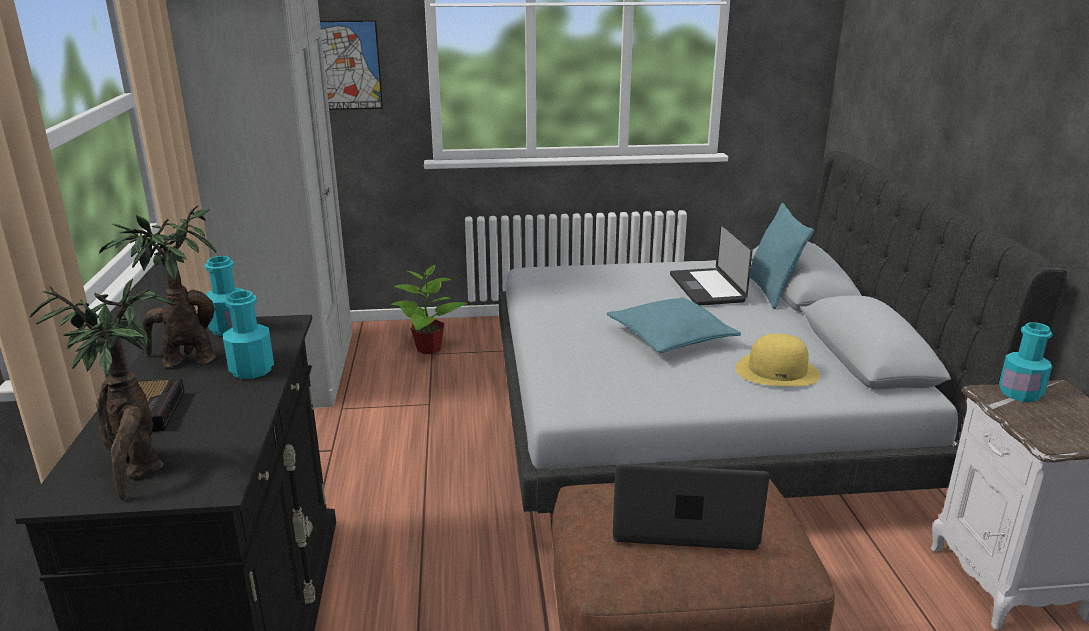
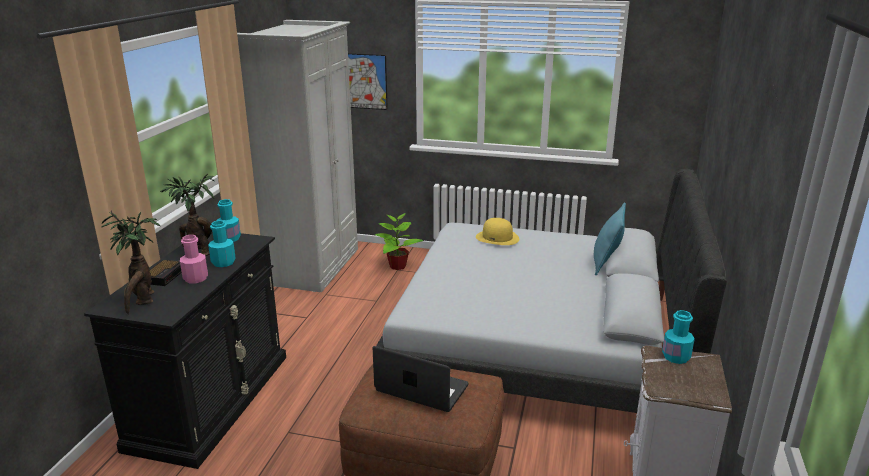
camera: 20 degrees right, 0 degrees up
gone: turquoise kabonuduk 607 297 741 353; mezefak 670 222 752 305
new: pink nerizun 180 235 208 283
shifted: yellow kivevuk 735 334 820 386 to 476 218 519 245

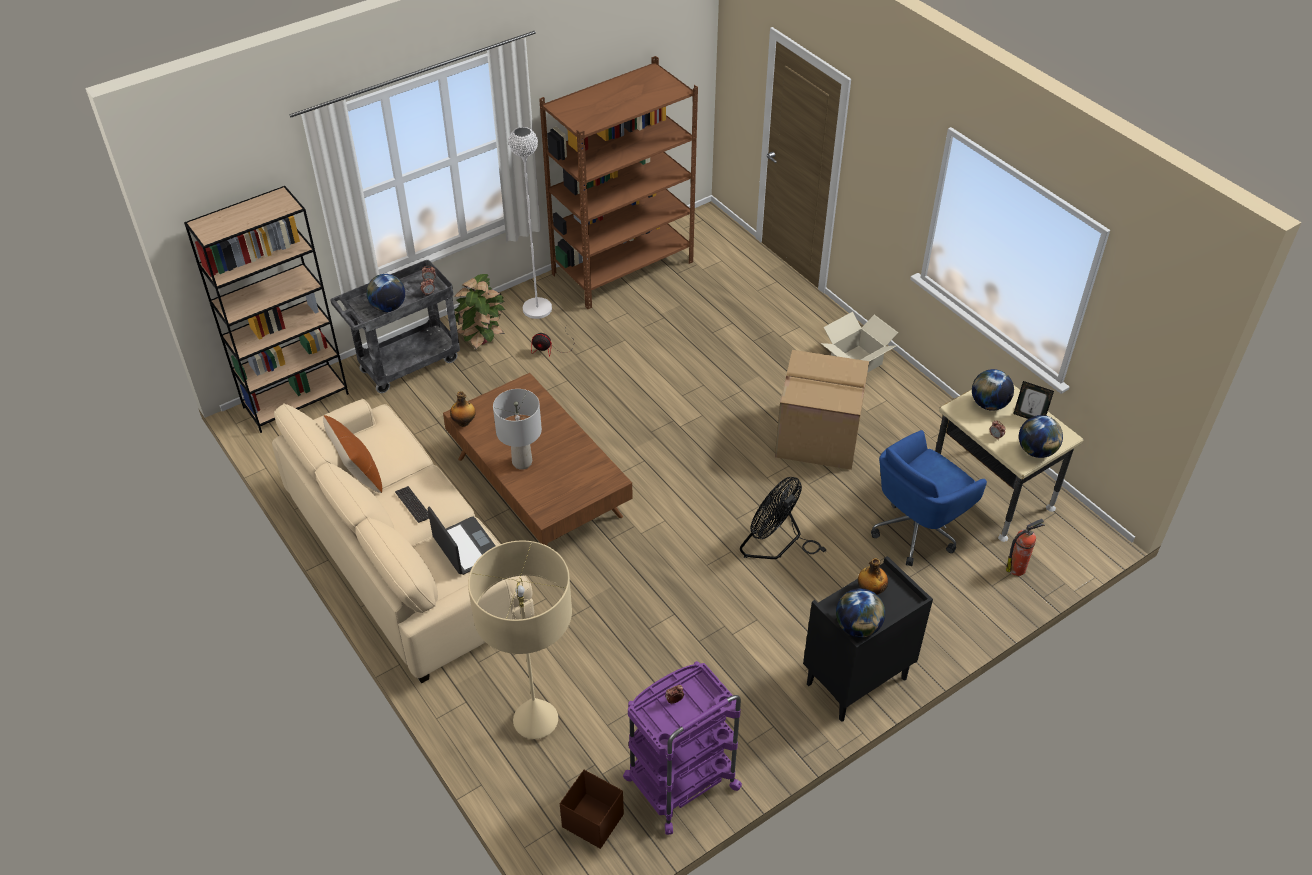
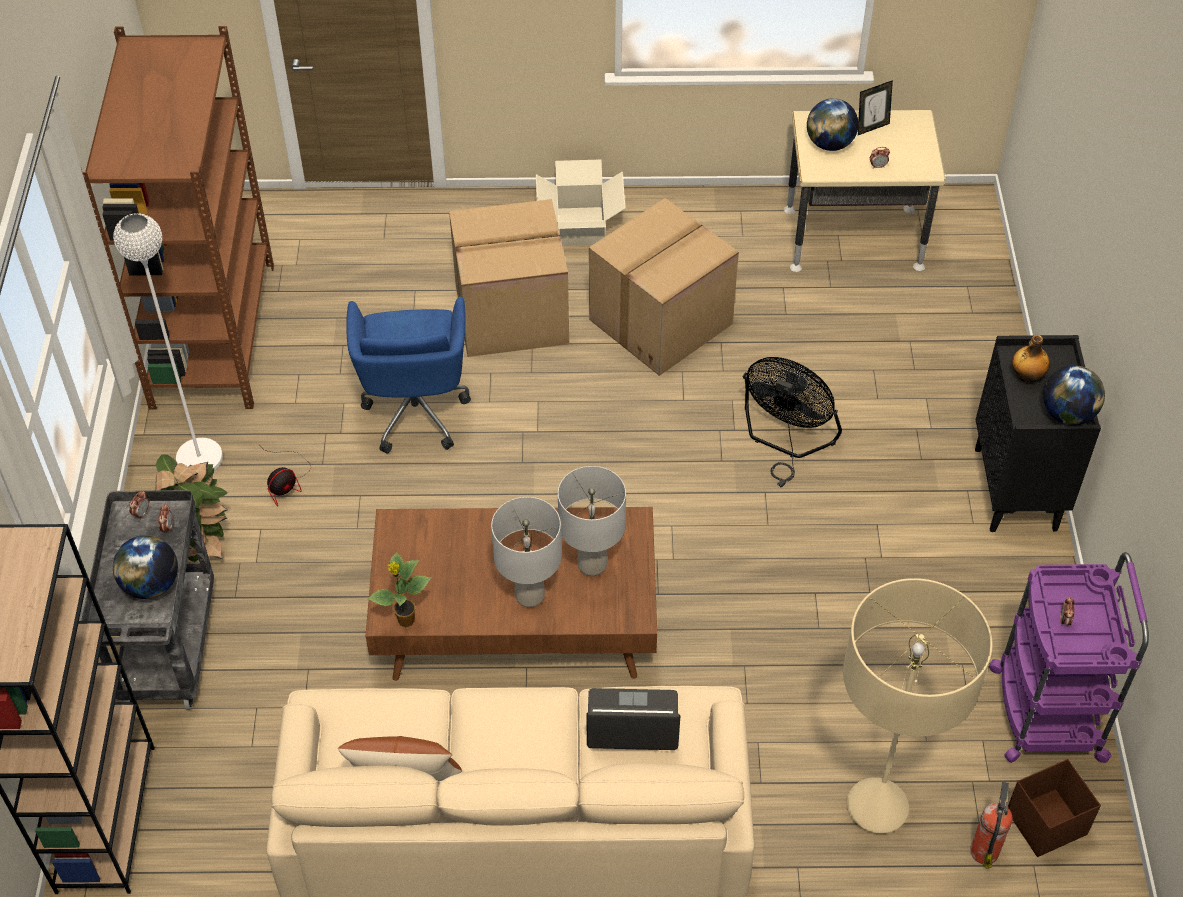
camera: 55 degrees left, 5 degrees up
gone: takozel 395 486 429 523; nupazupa 1019 415 1063 458
new: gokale 449 199 569 357; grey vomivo 558 466 626 576
shifted: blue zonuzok 871 430 987 566 to 346 296 471 453; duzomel 1006 519 1045 576 to 970 782 1013 869
swapped: nerizun 450 391 476 427 to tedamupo 367 552 431 627
rotated: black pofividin 740 477 826 559 = 743 357 842 488 135 degrees clockwise

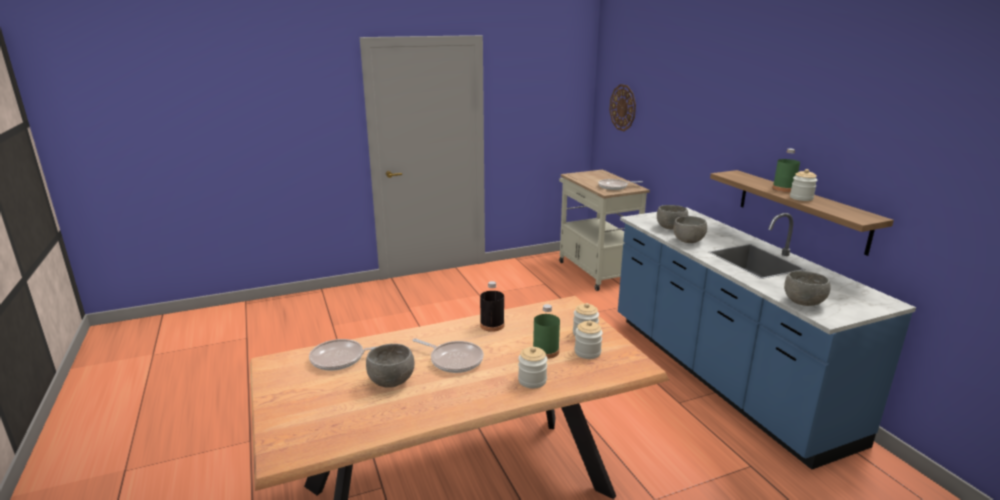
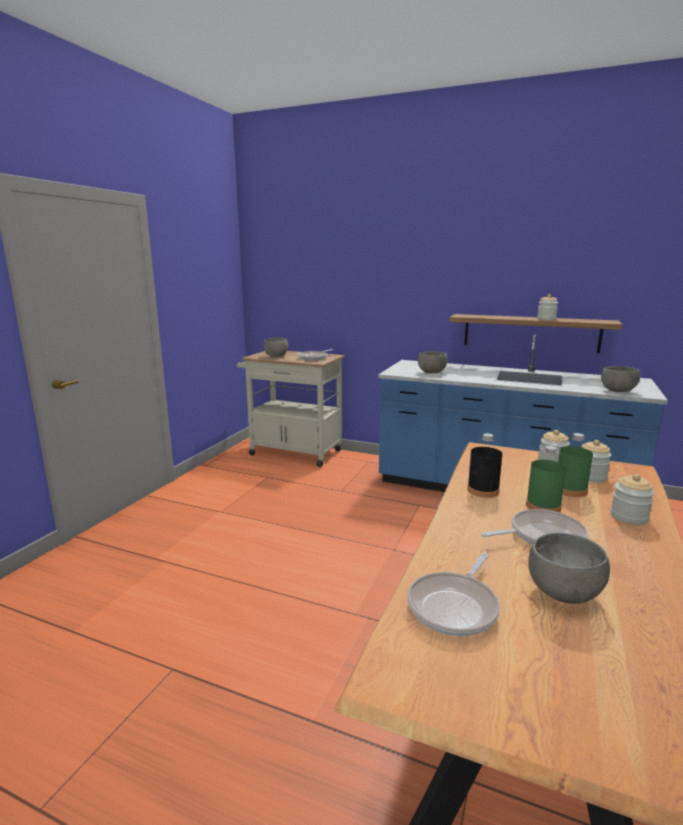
camera: 45 degrees left, 5 degrees down
gone: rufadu 609 84 636 131
shifted: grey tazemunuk 673 216 707 243 to 264 338 288 357; green nerizun 773 149 800 192 to 526 446 566 512

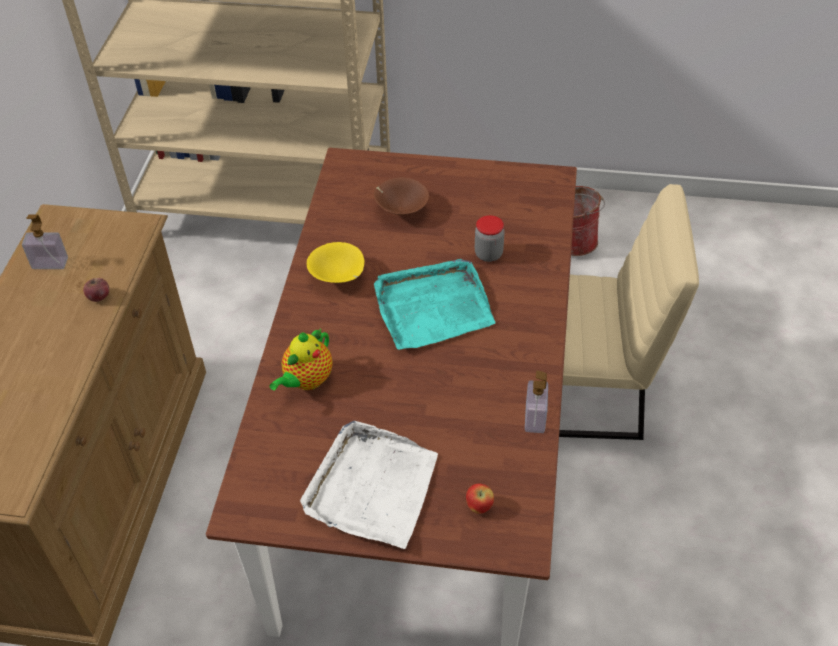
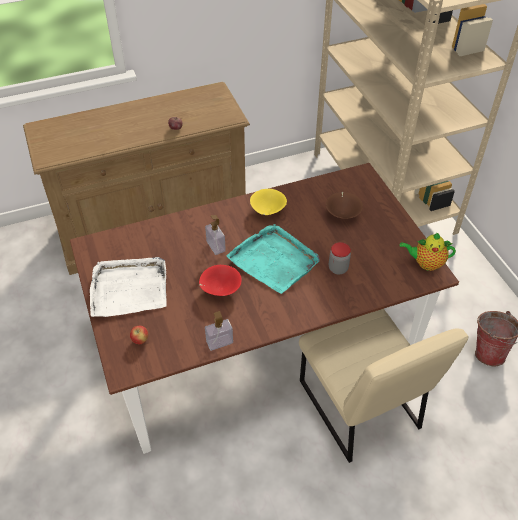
camera: 60 degrees right, 0 degrees up
new: red tazemunuk 199 265 242 296
shifted: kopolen 22 215 68 269 to 205 215 226 255; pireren 269 329 333 391 to 400 232 456 271

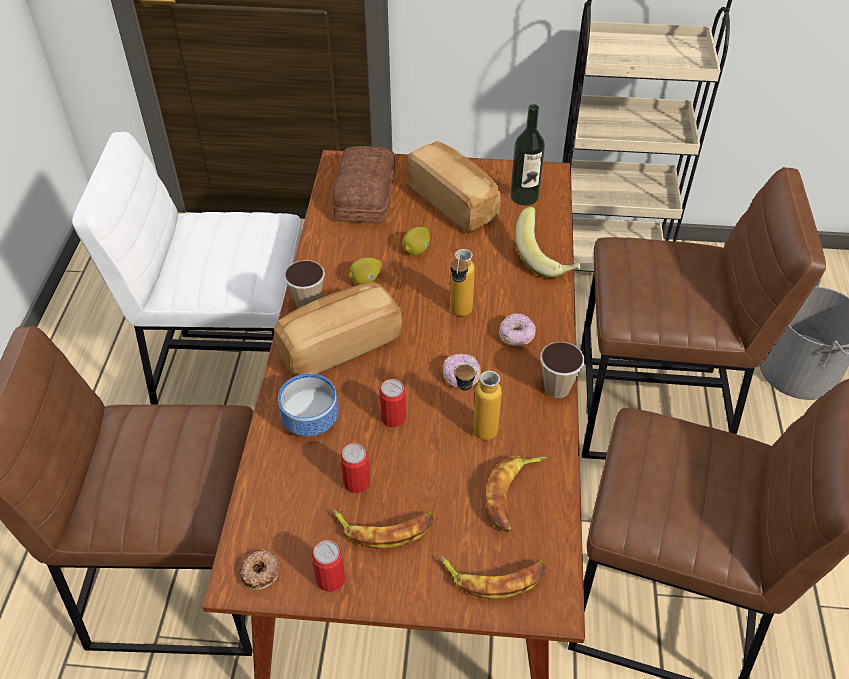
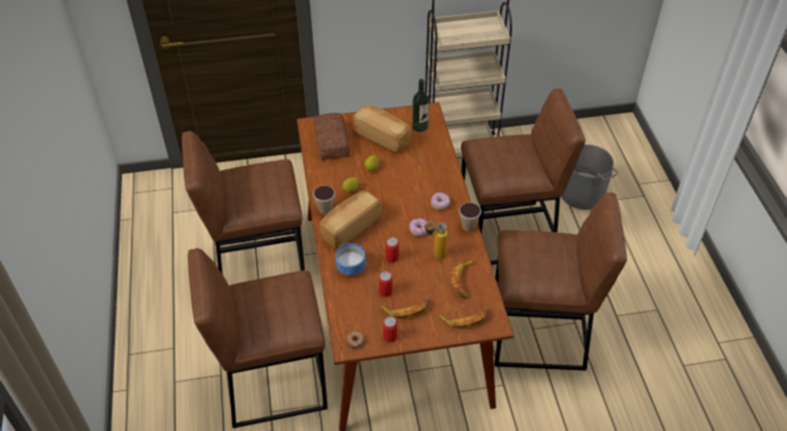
camera: 15 degrees left, 0 degrees up
gone: nerizun 450 249 475 316; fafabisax 515 206 580 278
repainted: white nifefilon 72 132 302 404 to brown nifefilon 182 131 305 273

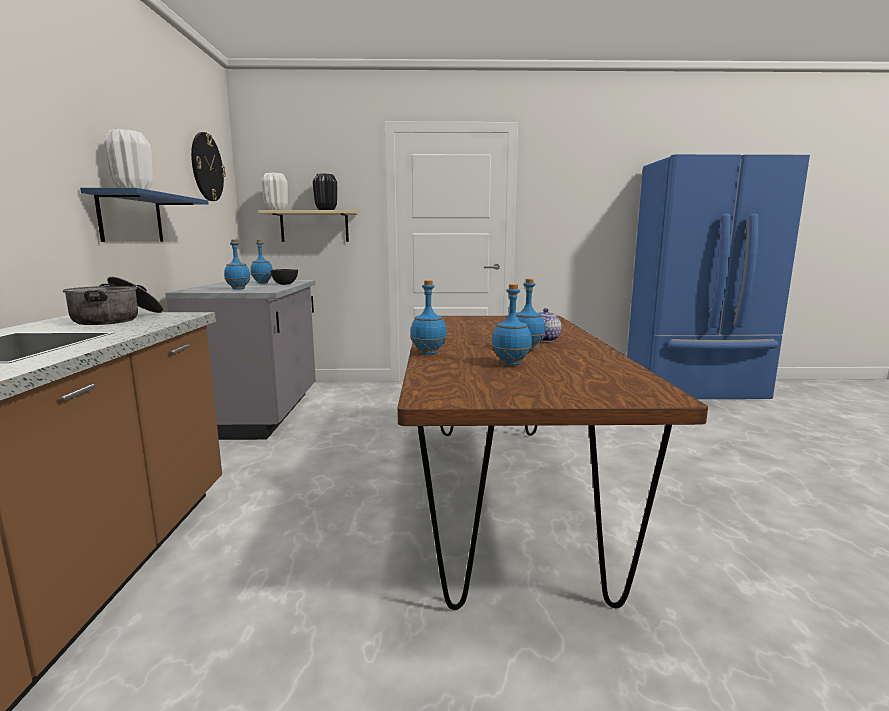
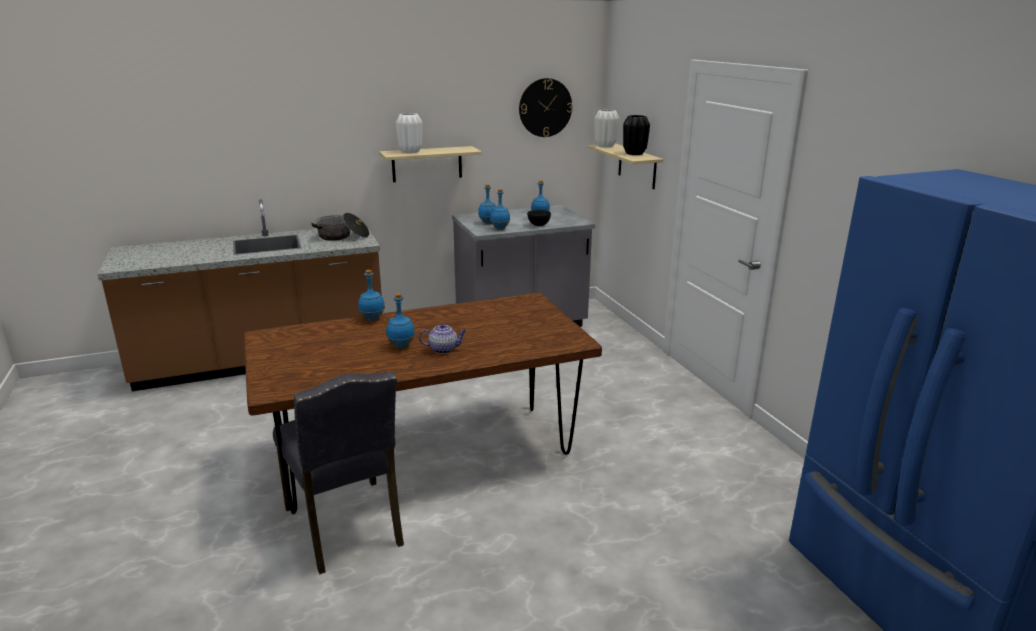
camera: 70 degrees right, 10 degrees up
new: grey nifefilon 273 371 404 574
shifted: blue nerizun 491 284 532 365 to 490 189 510 230
repainted: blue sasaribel 80 188 209 242 to beige sasaribel 379 146 482 182

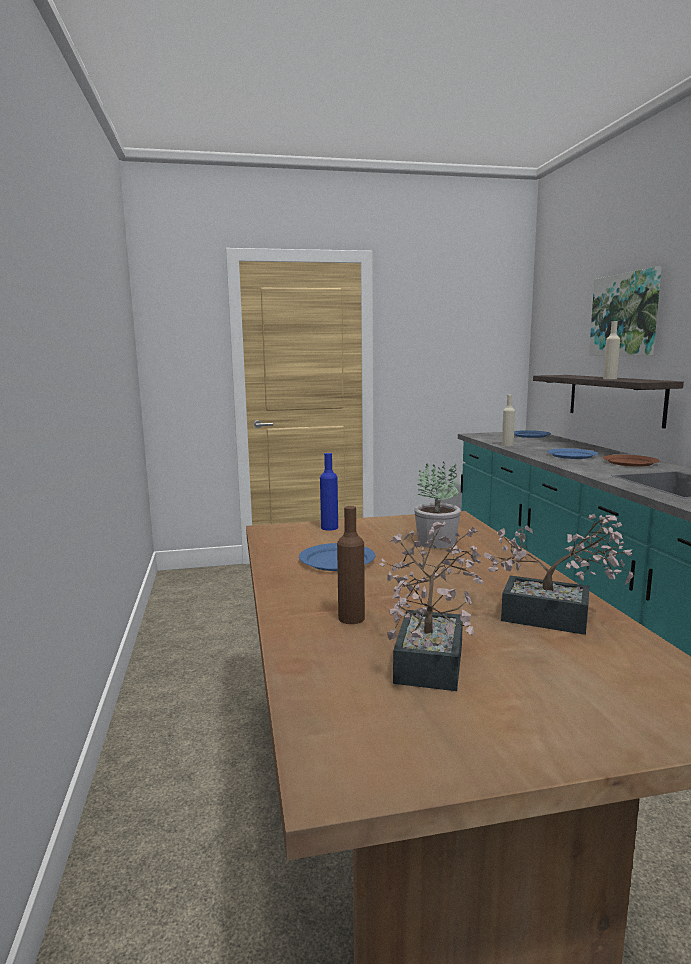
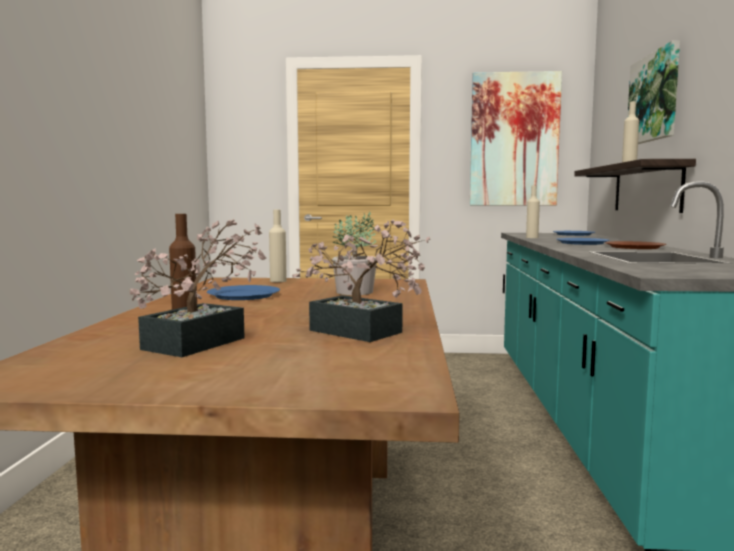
camera: 15 degrees right, 5 degrees down
new: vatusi 470 71 562 205
repainted: blue nerizun 320 453 338 531 to beige nerizun 269 210 287 282

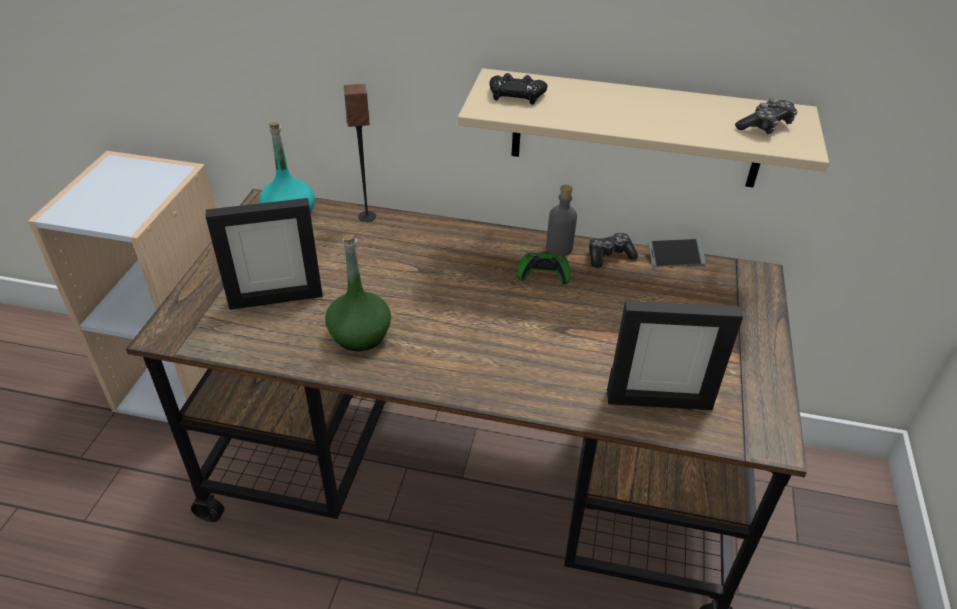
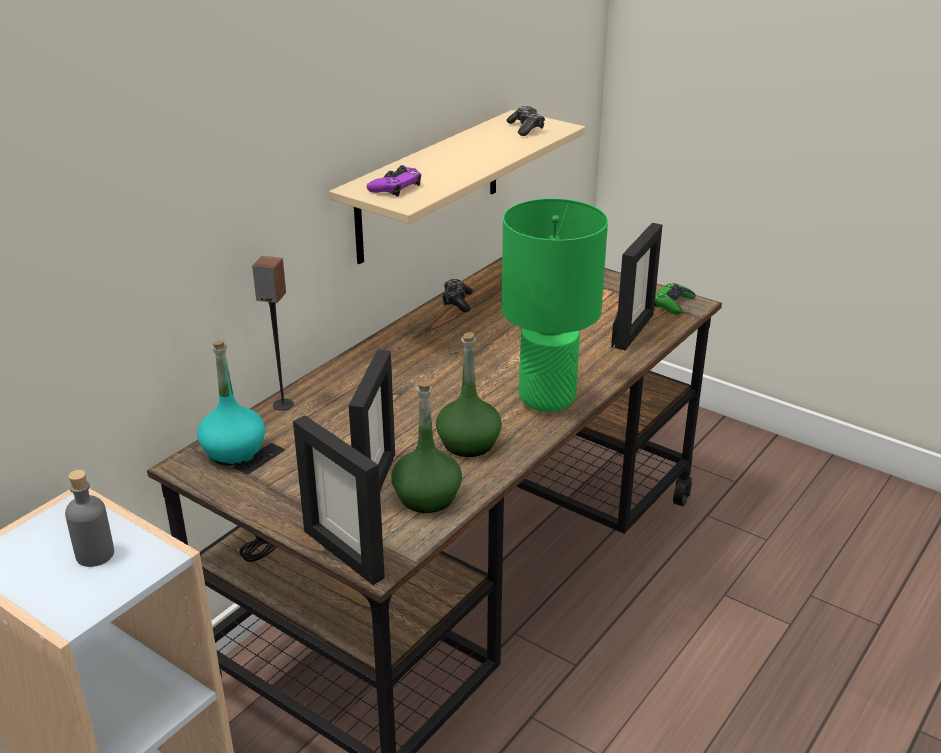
camera: 65 degrees left, 10 degrees down
gone: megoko 648 239 706 267
new: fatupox 293 415 385 585; green nerizun 391 382 462 513; green vomivo 501 198 608 412
shifted: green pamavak 517 253 570 285 to 654 283 696 315; grey nerizun 546 185 577 256 to 65 470 114 567
repainted: black pamavak 489 73 547 105 to purple pamavak 367 165 421 197

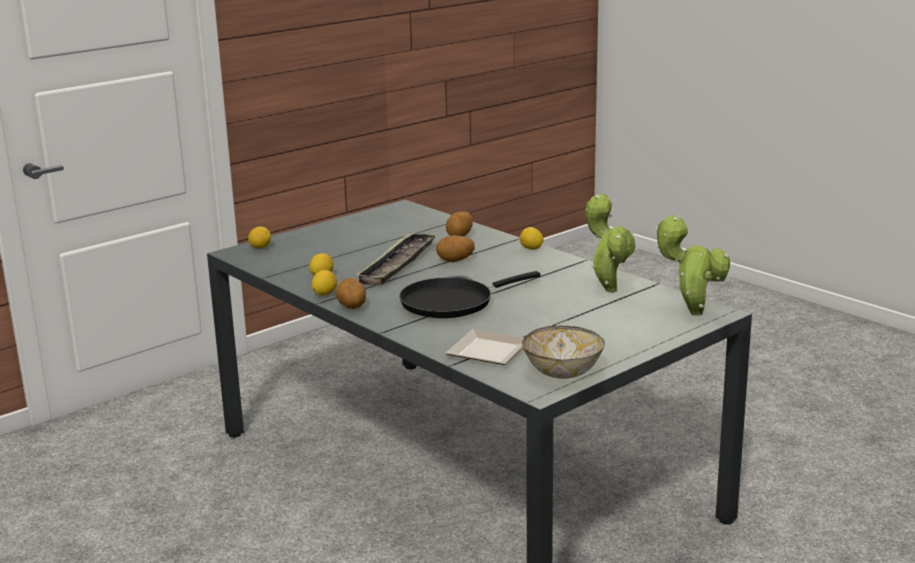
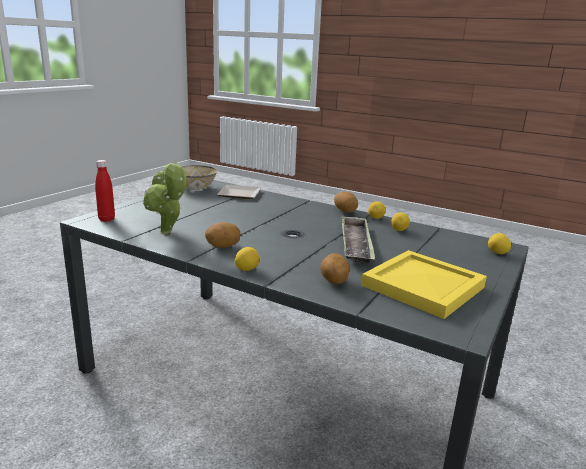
camera: 160 degrees right, 0 degrees up
gone: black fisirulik 399 271 541 318
new: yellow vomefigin 361 250 487 319
shifted: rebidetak 436 235 475 262 to 205 222 241 248
swapped: tedamupo 655 215 730 316 to red nerizun 95 160 115 222

